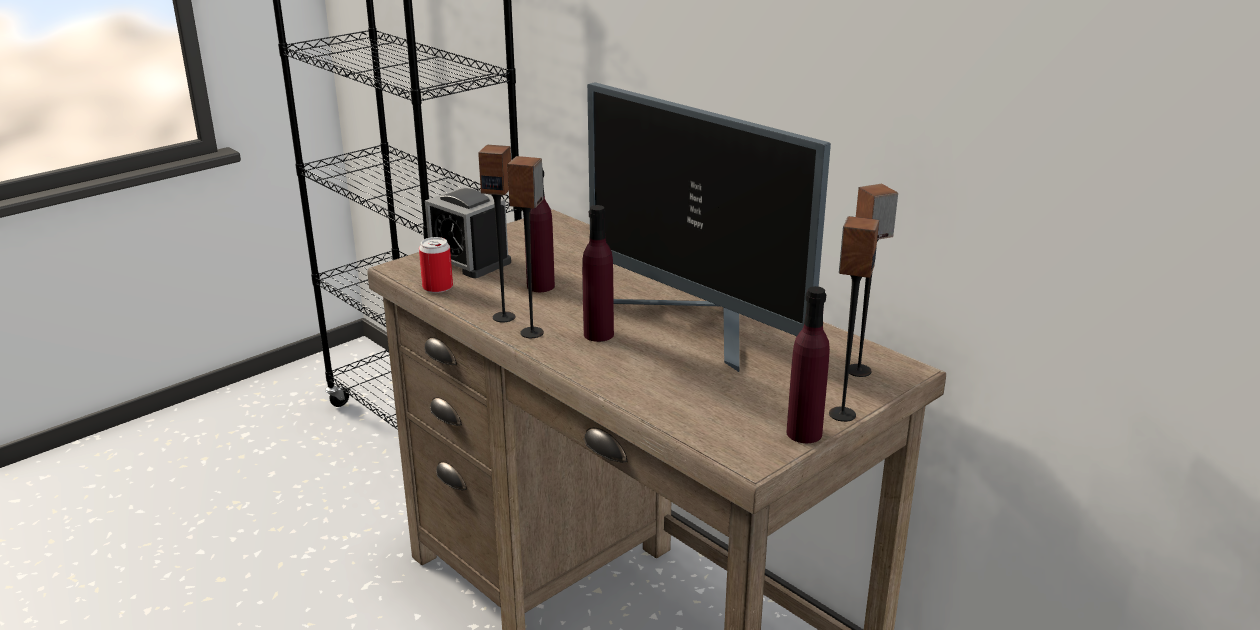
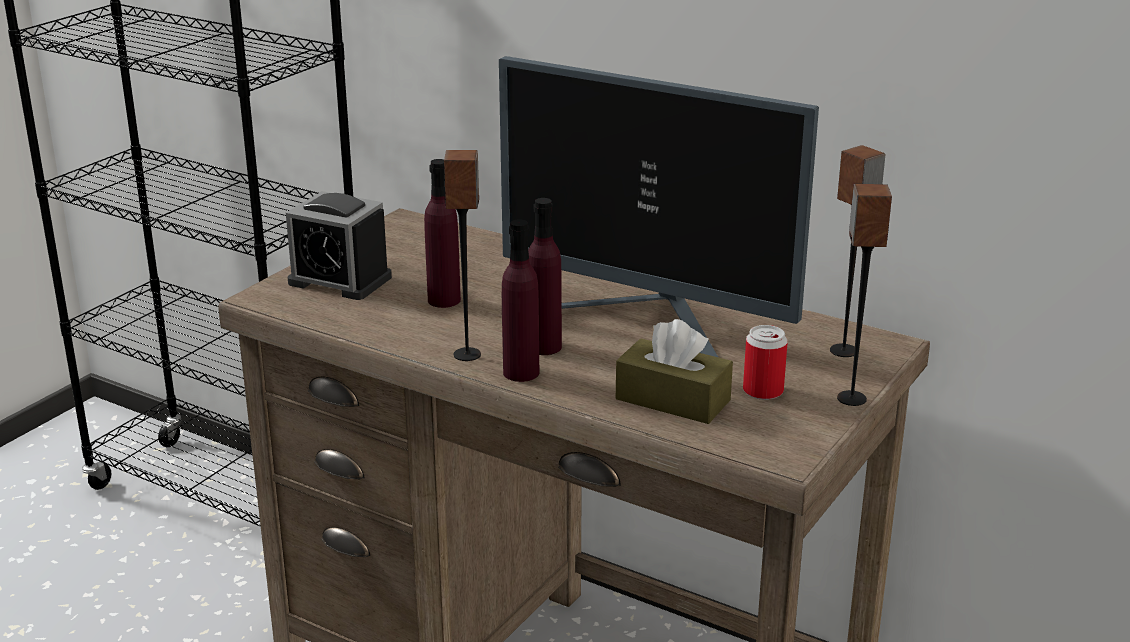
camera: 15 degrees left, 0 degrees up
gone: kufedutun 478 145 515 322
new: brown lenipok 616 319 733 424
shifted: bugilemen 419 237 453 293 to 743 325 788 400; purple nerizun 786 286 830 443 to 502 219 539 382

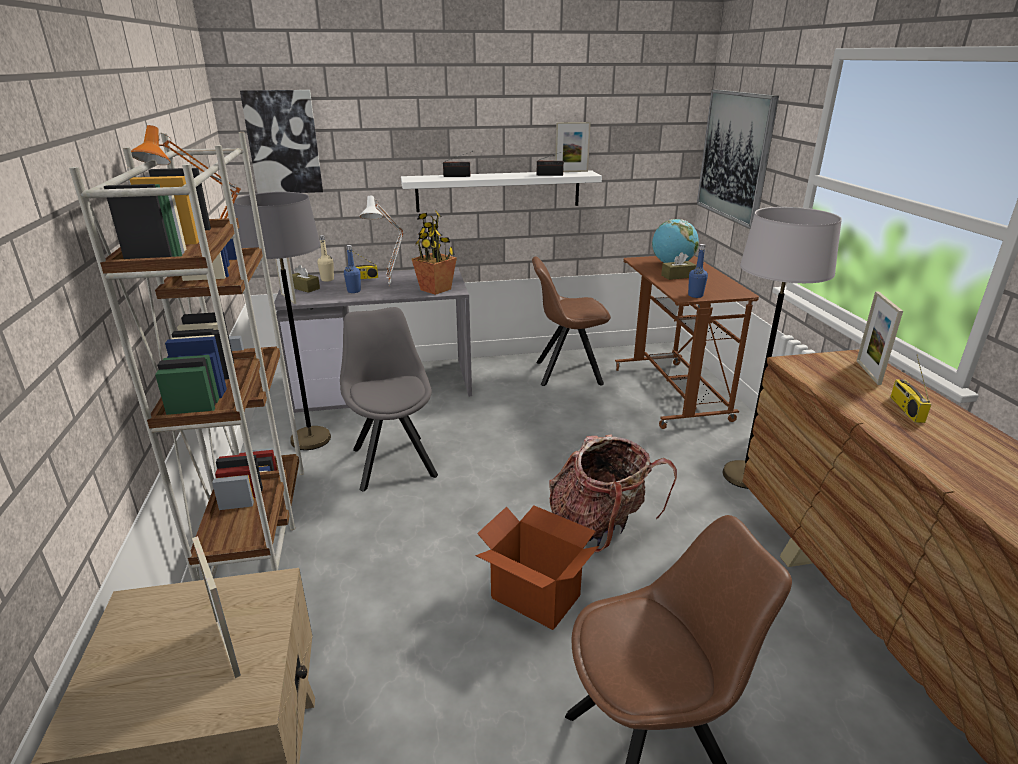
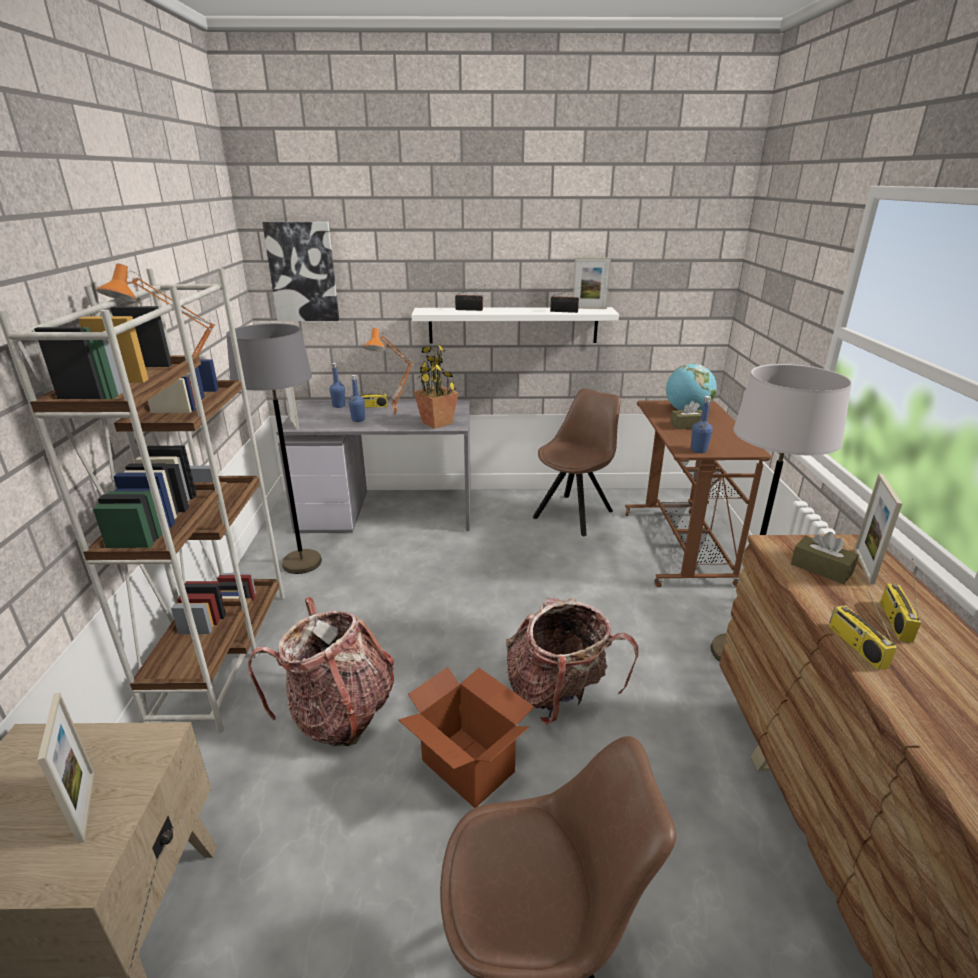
camera: 10 degrees right, 0 degrees up
gone: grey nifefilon 340 307 438 492; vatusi 697 89 779 228
new: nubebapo 248 597 395 746; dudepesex 829 579 897 670
shifted: brown lenipok 292 265 320 293 to 791 532 859 584
repainted: beige nerizun 317 235 334 282 to blue nerizun 329 363 345 408; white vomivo 360 196 404 286 to orange vomivo 363 328 413 416
rotated: brown nifefilon 532 257 611 386 = 533 389 621 536 120 degrees clockwise

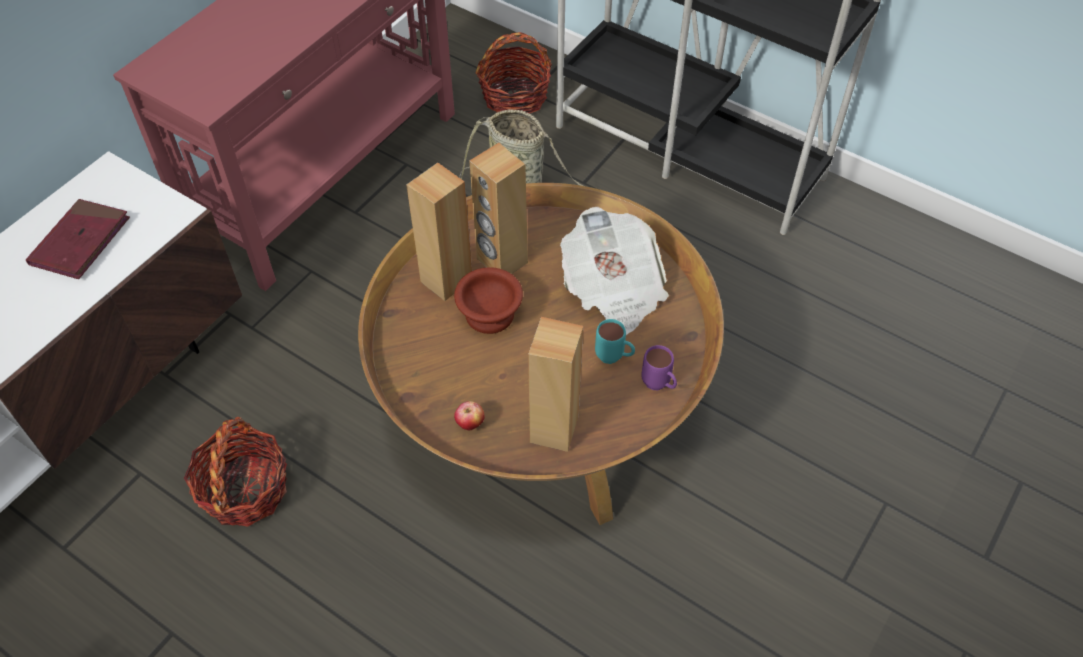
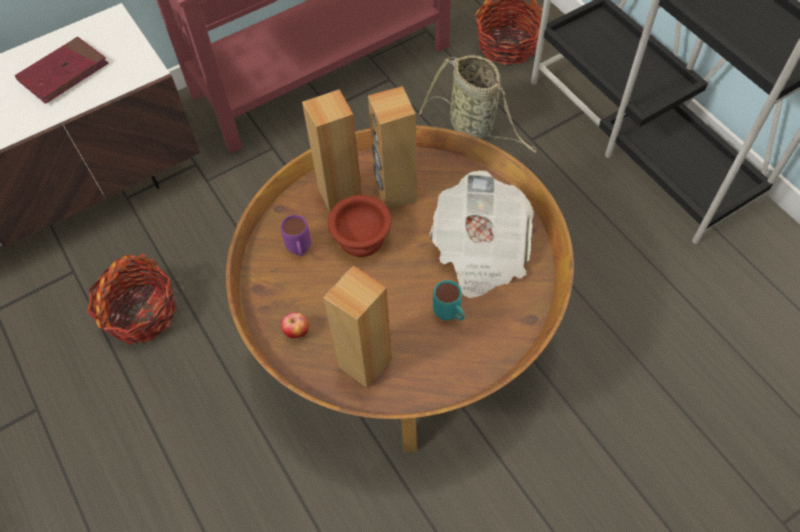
camera: 25 degrees right, 5 degrees up
shifted: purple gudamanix 641 345 677 390 to 281 215 311 257

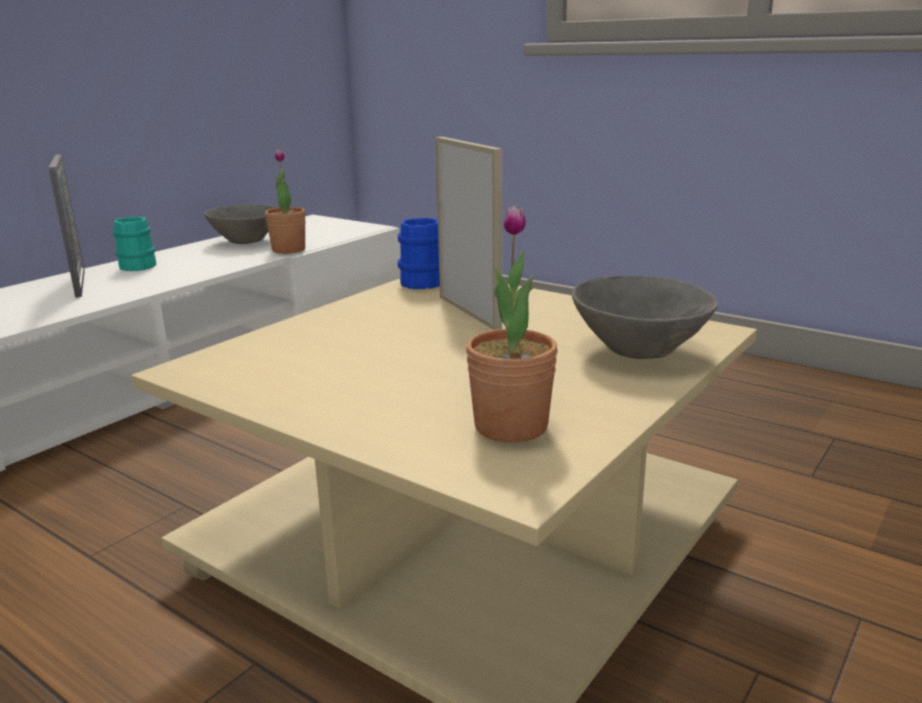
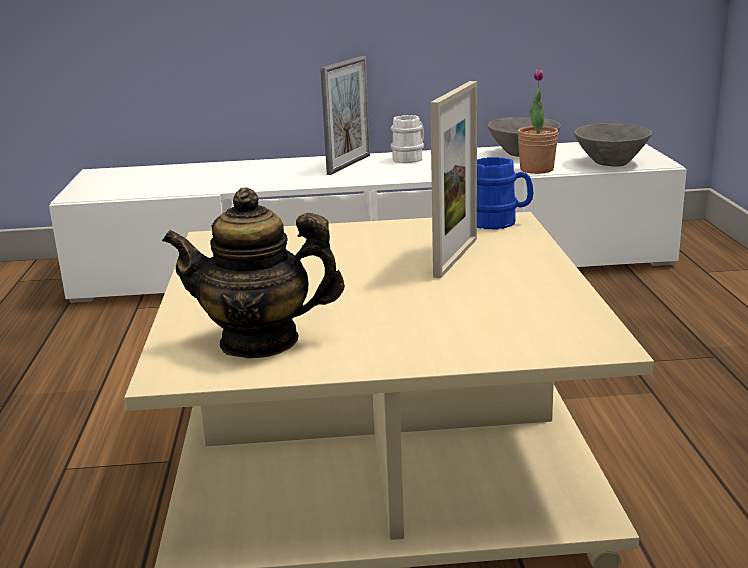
camera: 50 degrees right, 0 degrees up
shifted: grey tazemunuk 572 276 718 359 to 574 123 652 167
swapped: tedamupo 466 205 558 442 to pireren 162 187 345 359
repainted: turquoise gudamanix 113 217 156 271 to white gudamanix 391 115 424 163

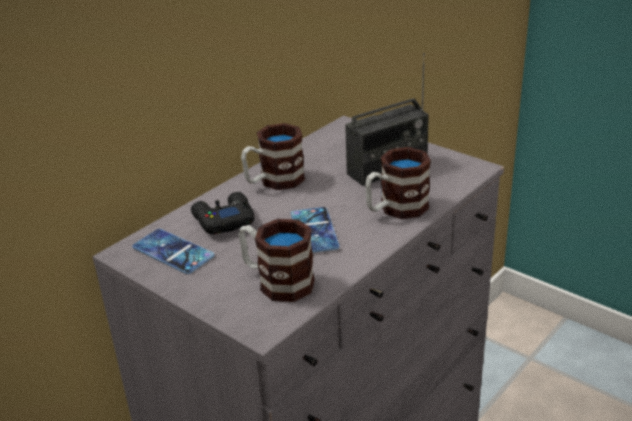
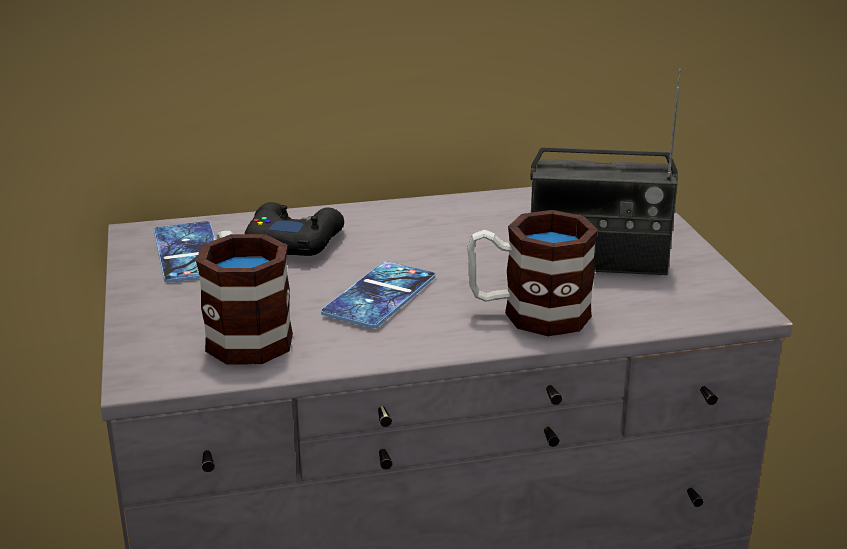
camera: 35 degrees right, 5 degrees down
gone: gudamanix 241 123 305 190

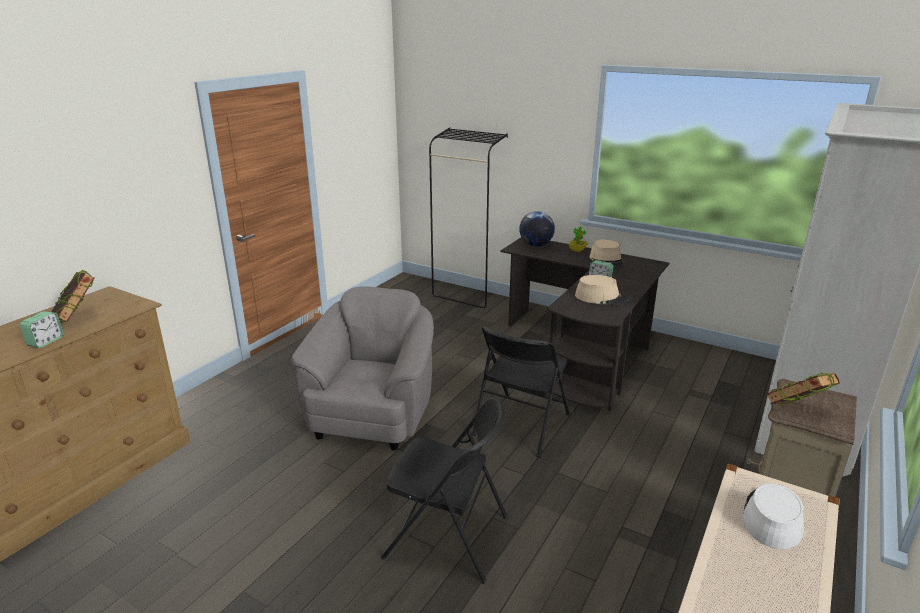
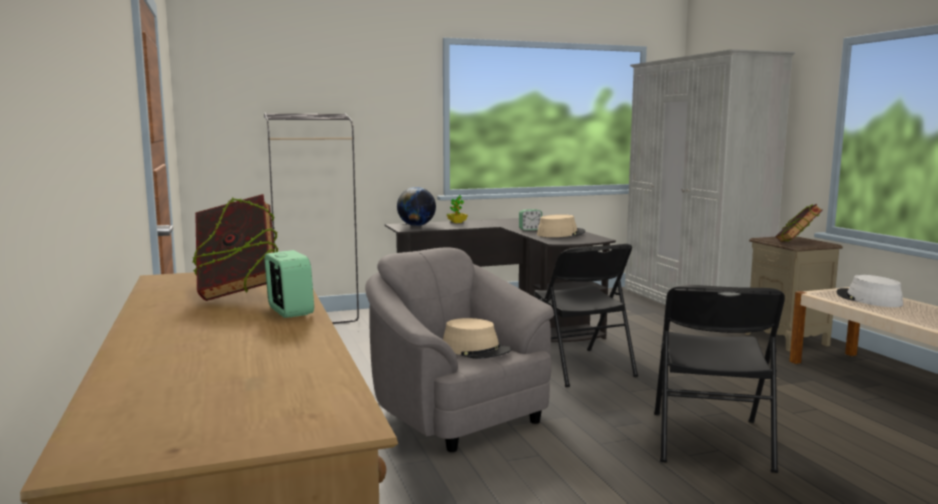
camera: 50 degrees left, 15 degrees down
shifted: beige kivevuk 590 239 624 266 to 443 318 511 359
rotated: black nifefilon 382 398 507 584 = 654 285 785 473 135 degrees clockwise

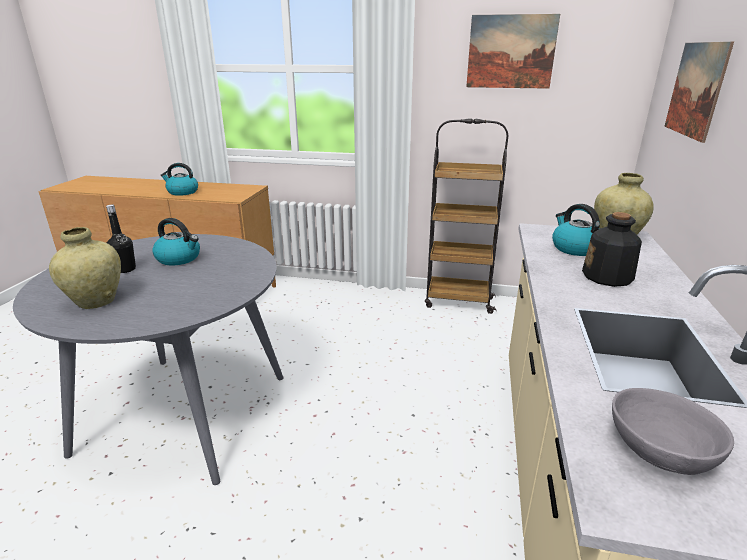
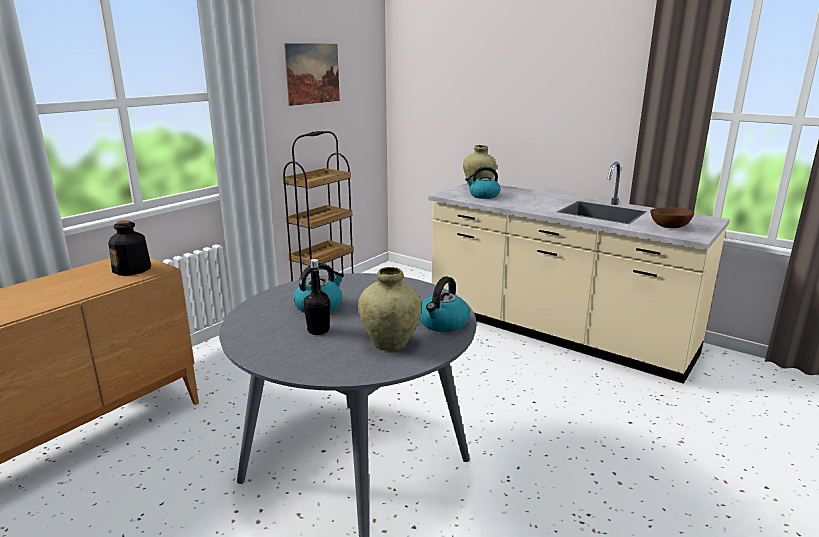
camera: 65 degrees left, 5 degrees down
gone: vatusi 664 42 734 143
shifted: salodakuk 160 163 198 196 to 420 276 470 332; nerizun 582 212 642 287 to 108 220 151 276
repainted: grey tazemunuk 612 388 734 475 to brown tazemunuk 650 207 694 228

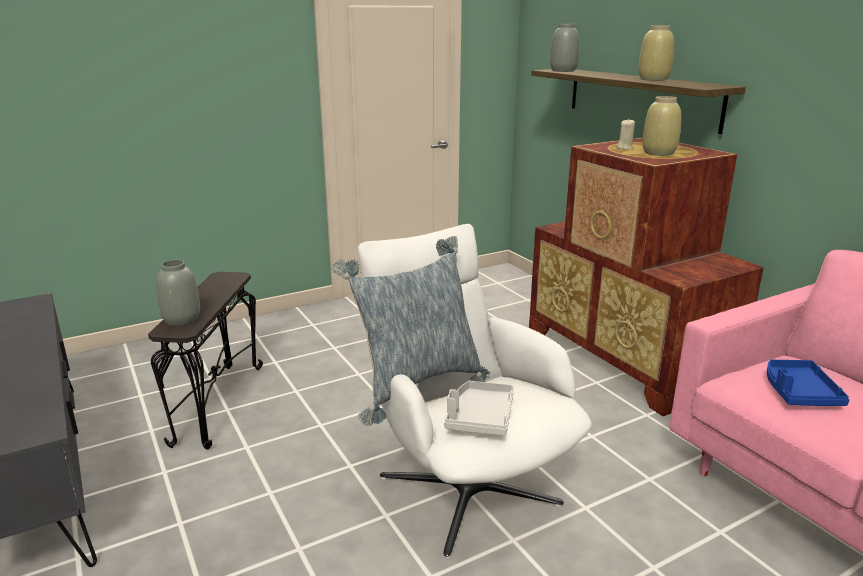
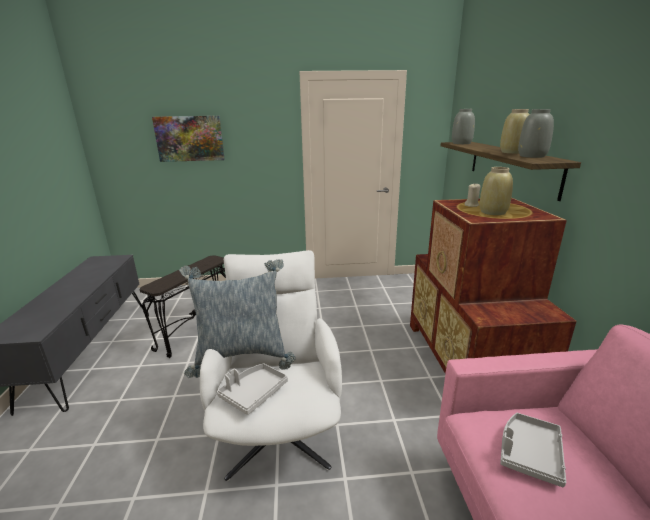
camera: 25 degrees right, 0 degrees up
new: vatusi 152 116 225 162
shifted: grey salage 156 259 200 326 to 518 109 554 158
repainted: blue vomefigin 767 360 849 406 to grey vomefigin 500 413 566 487

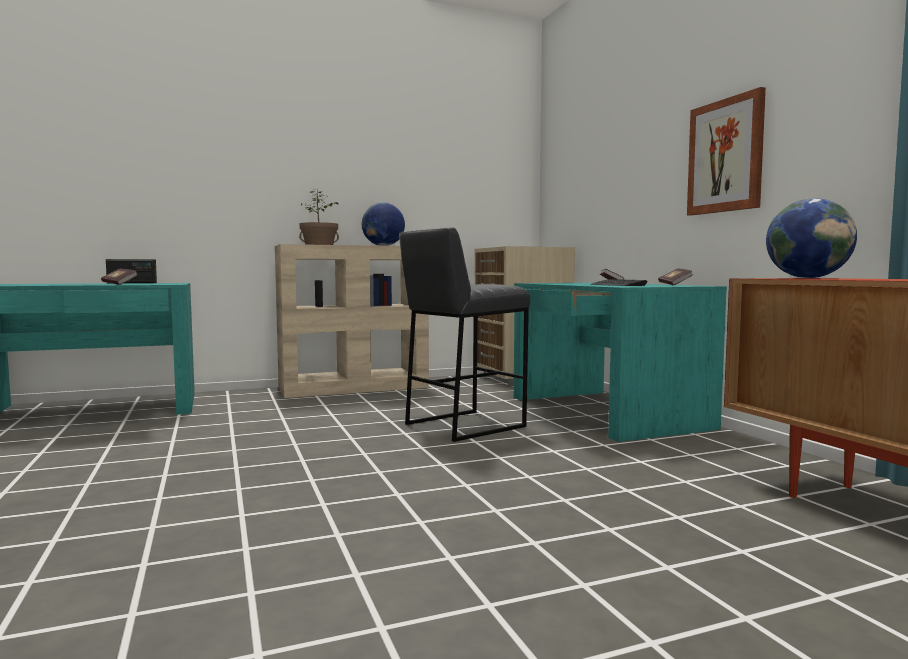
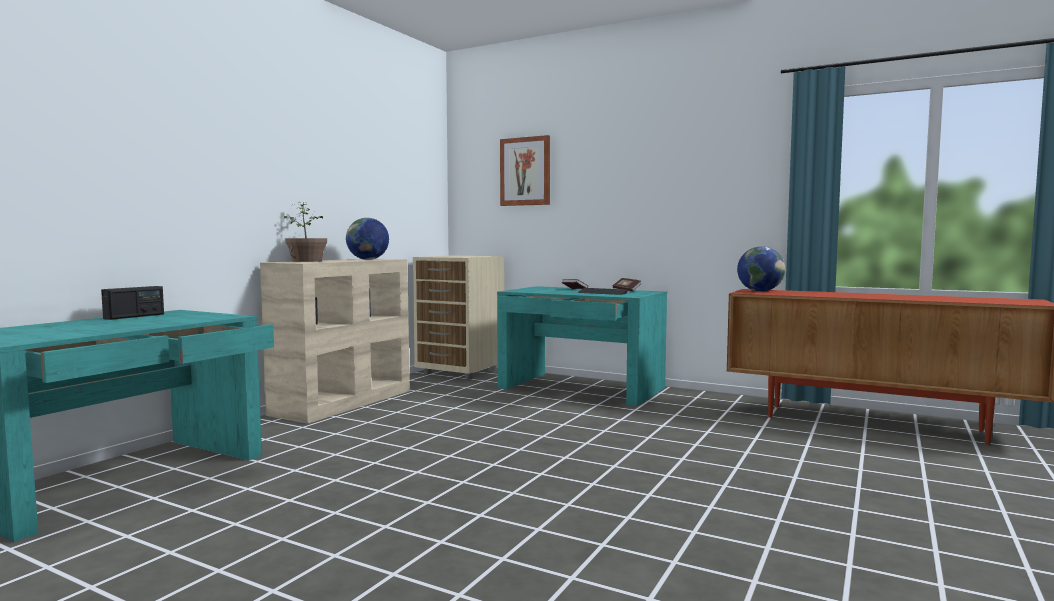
camera: 40 degrees left, 0 degrees up
gone: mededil 101 269 138 285; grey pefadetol 399 227 530 442
shifted: vatusi 687 87 766 216 to 500 135 550 206

